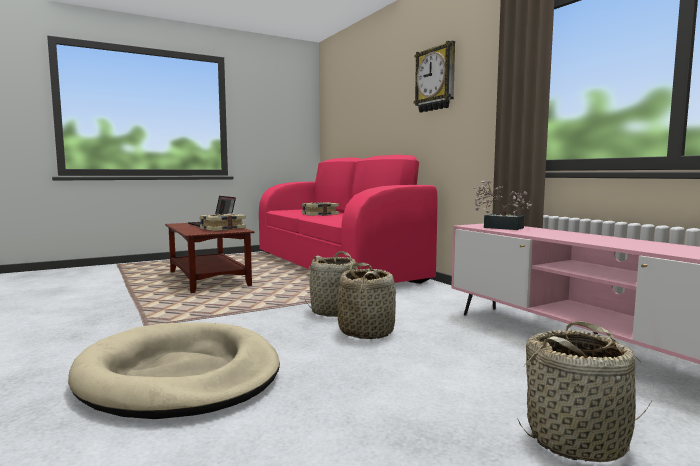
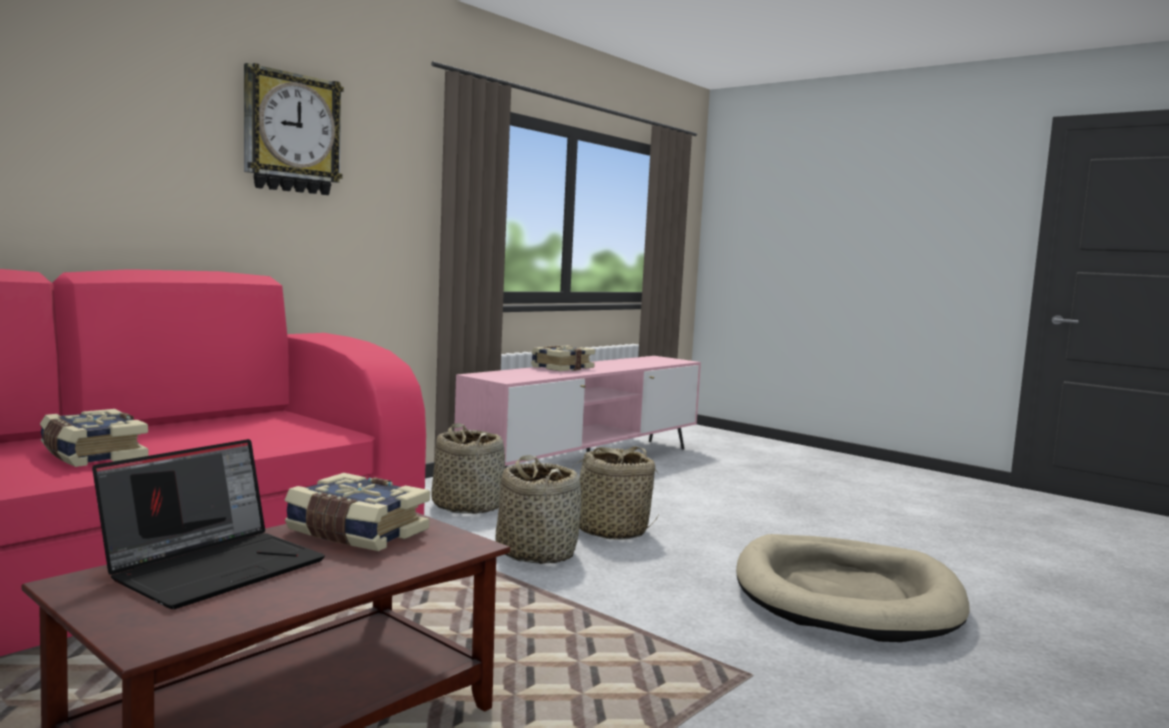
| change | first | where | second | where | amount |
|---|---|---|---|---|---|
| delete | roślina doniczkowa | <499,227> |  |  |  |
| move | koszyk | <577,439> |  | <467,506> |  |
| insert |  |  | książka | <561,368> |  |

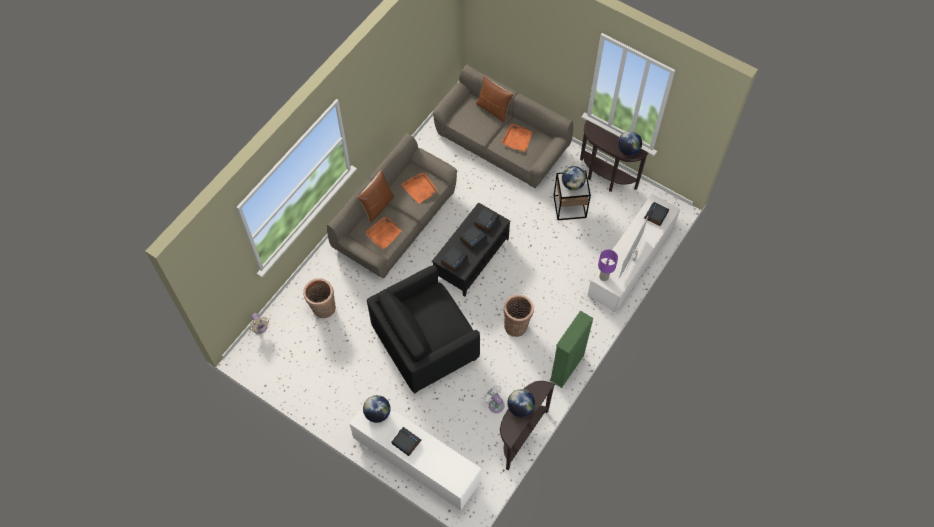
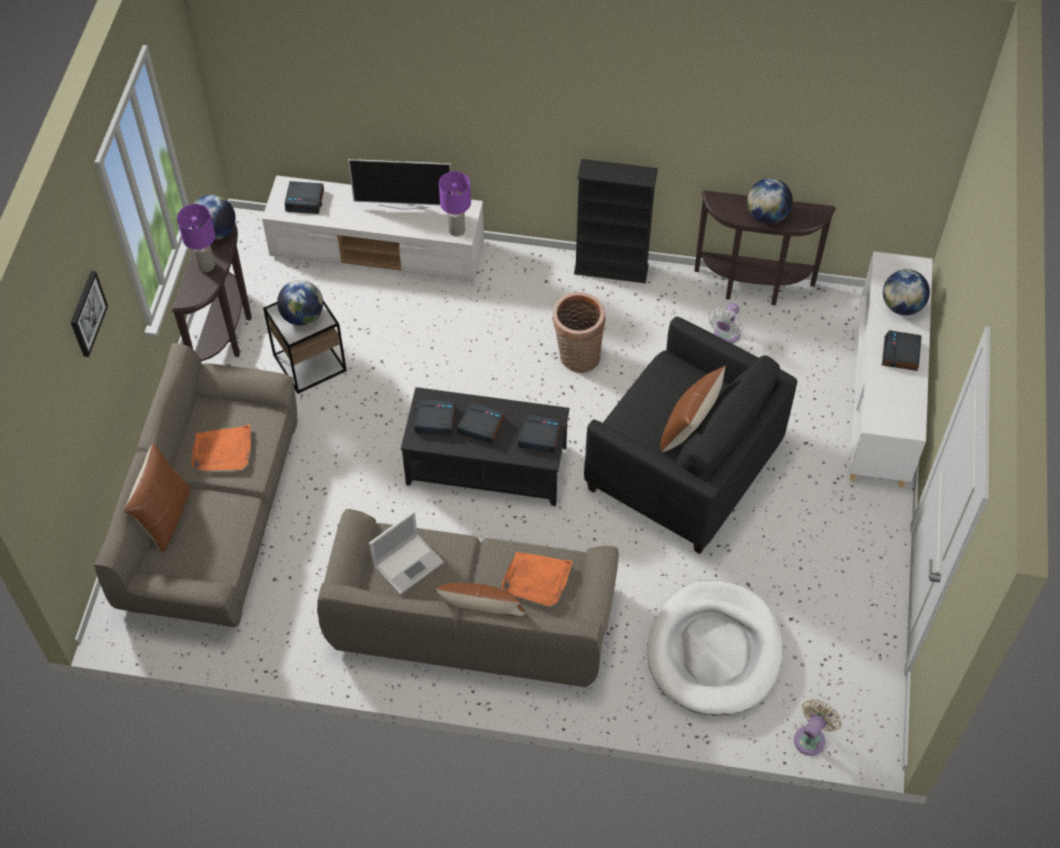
| change | first | where | second | where | amount |
|---|---|---|---|---|---|
| replace | koszyk | <323,309> | legowisko (biały) | <714,651> |  |
| move | globus | <377,413> |  | <901,306> |  |
| replace | taca (pomarańczowy) | <420,188> | laptop | <409,562> |  |
| recolor | regał (zielony) | <567,367> | regał (czarny) | <611,269> |  |
| insert |  |  | obraz | <87,313> |  |
| insert |  |  | lampa stołowa (fioletowy) | <206,265> |  |
| insert |  |  | poduszka (brązowy) | <689,428> |  |

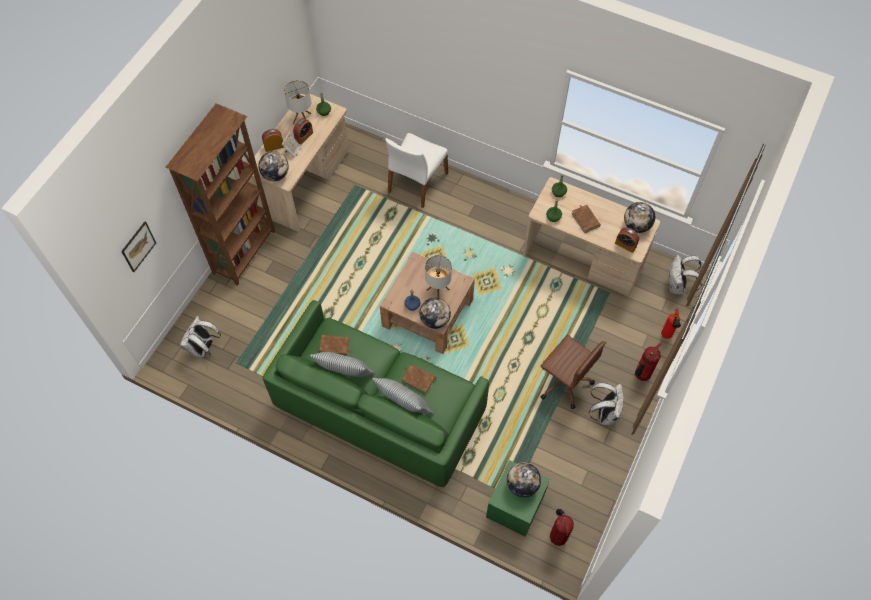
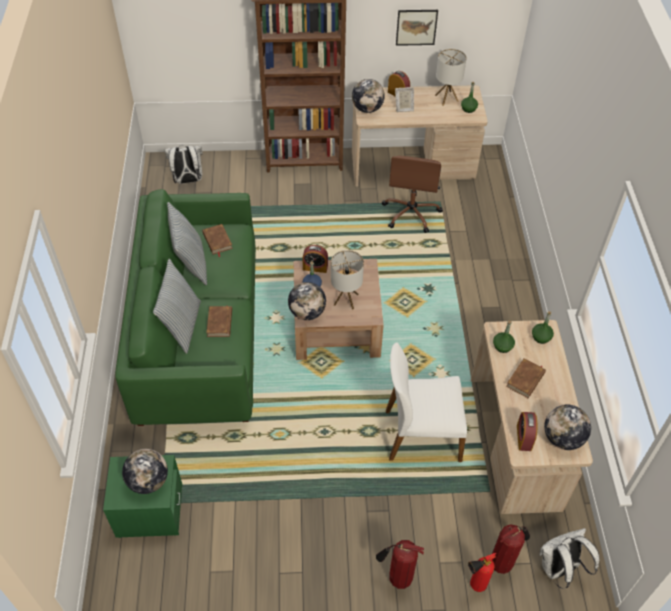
| change | first | where | second | where | amount |
|---|---|---|---|---|---|
| move | obraz | <138,246> |  | <416,27> |  |
| move | budzik | <304,136> |  | <315,267> |  |
| move | krzesło (biały) | <416,183> |  | <421,434> |  |
| move | krzesło biurowe (brązowy) | <564,382> |  | <411,213> |  |
| move | gaśnica | <557,535> |  | <502,562> |  |
| delete | plecak (biały) | <604,413> |  |  |  |

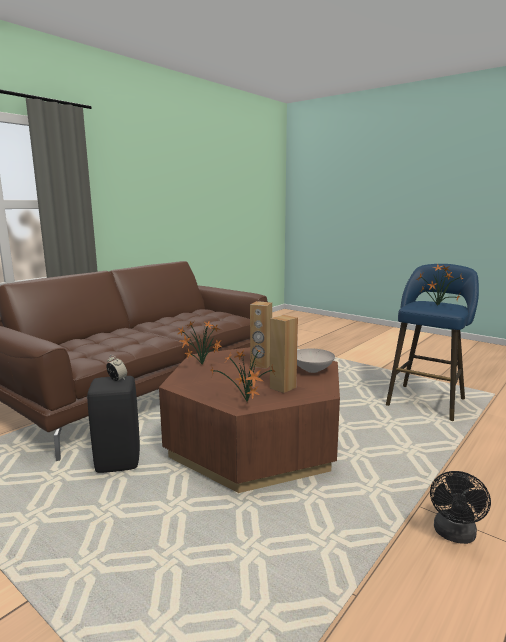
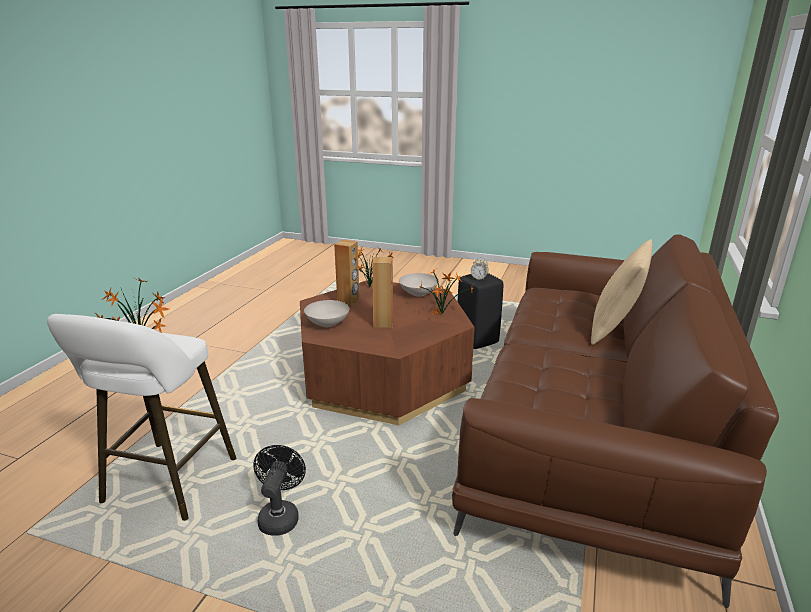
| change | first | where | second | where | amount |
|---|---|---|---|---|---|
| recolor | stołek (niebieski) | <427,400> | stołek (biały) | <166,485> |  |
| move | wentylator (czarny) | <454,535> |  | <280,515> |  |
| insert |  |  | miska (biały) | <418,294> |  |
| insert |  |  | poduszka (beżowy) | <614,329> |  |

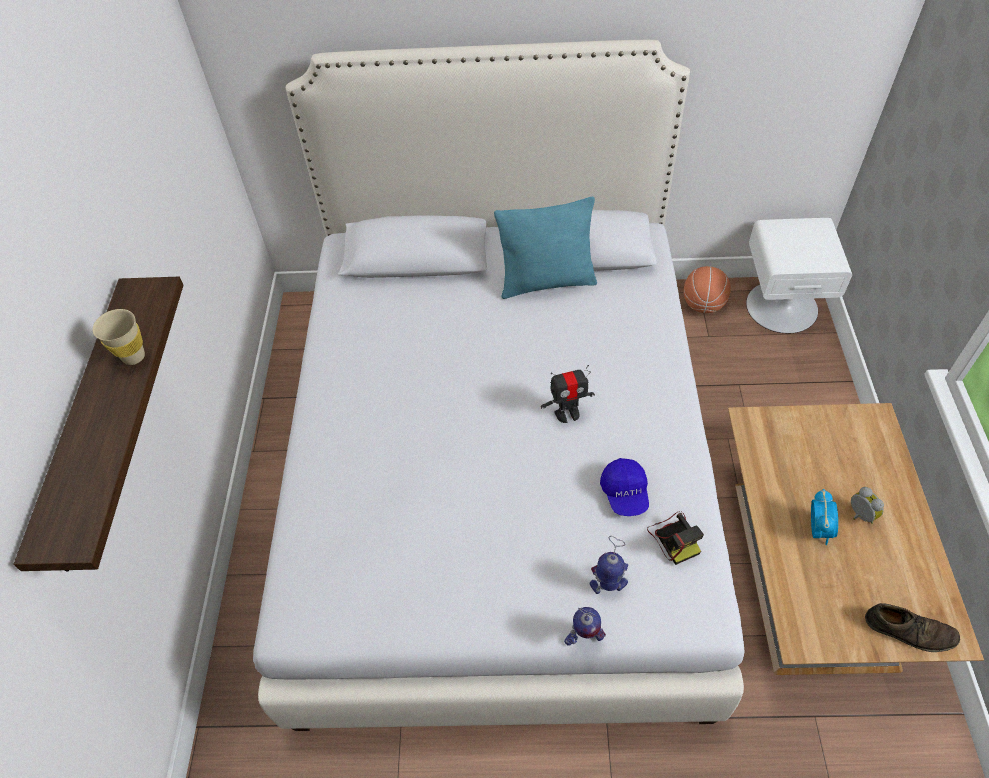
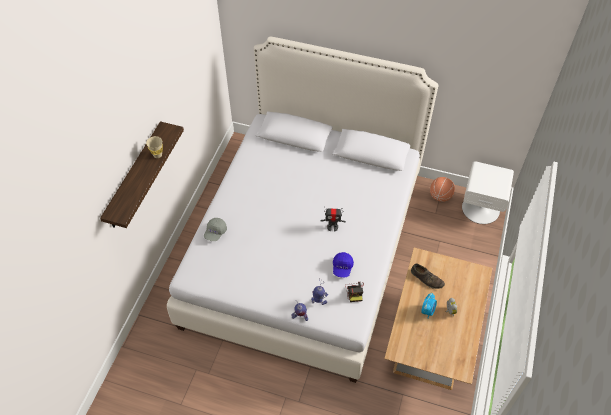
| change | first | where | second | where | amount |
|---|---|---|---|---|---|
| delete | poduszka (turkusowy) | <547,282> |  |  |  |
| move | but (brązowy) | <909,630> |  | <427,278> |  |
| insert |  |  | czapka z daszkiem (szary) | <215,232> |  |

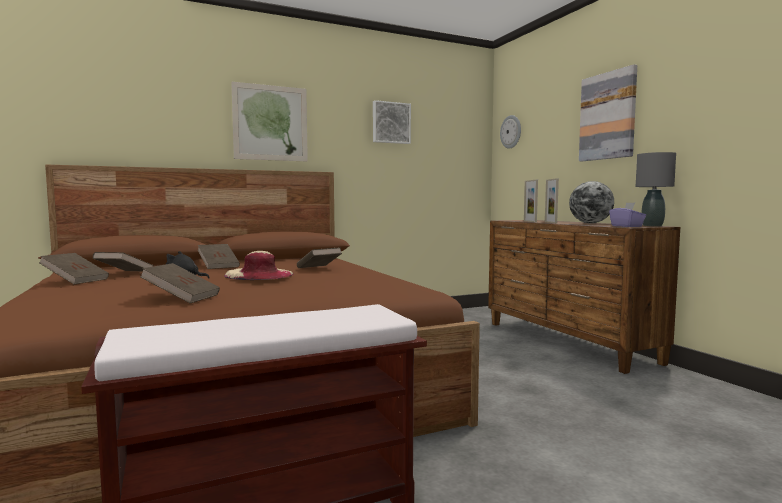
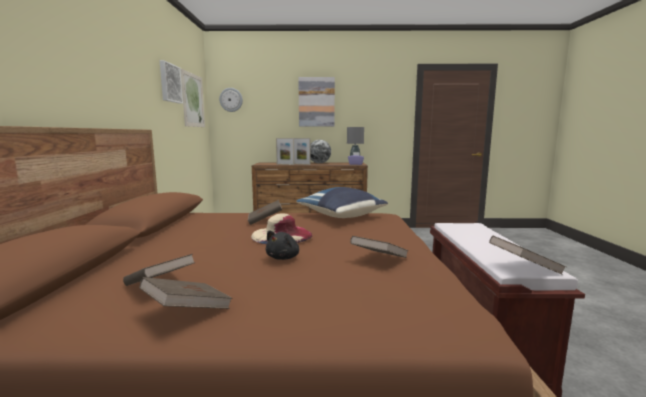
| change | first | where | second | where | amount |
|---|---|---|---|---|---|
| move | książka (brązowy) | <218,266> |  | <524,268> |  |
| move | obraz | <270,123> |  | <193,100> |  |
| insert |  |  | poduszka (niebieski) | <342,216> |  |

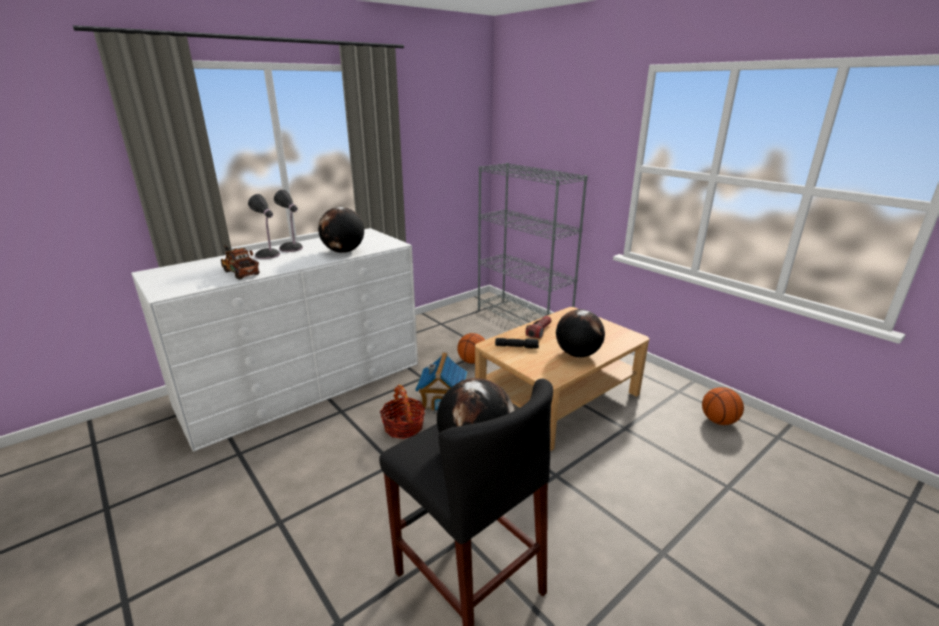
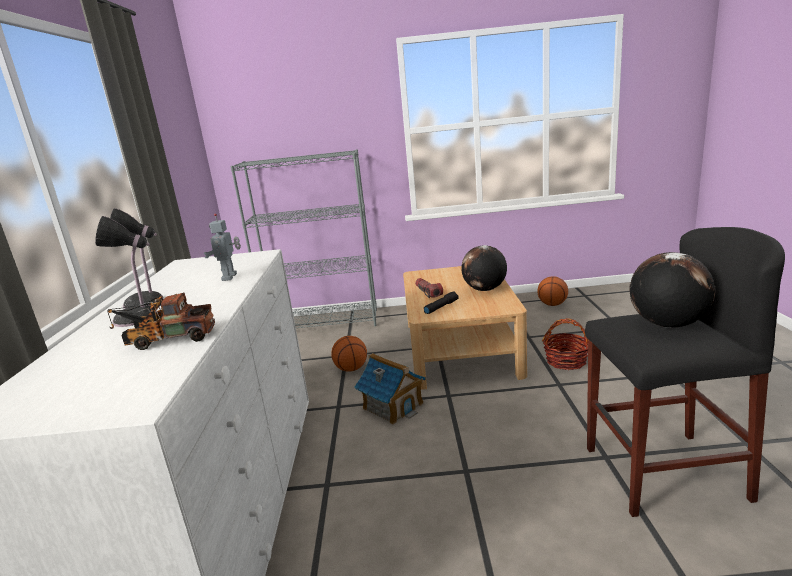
| change | first | where | second | where | amount |
|---|---|---|---|---|---|
| replace | globus | <343,252> | robot zabawkowy | <230,277> |  |
| move | koszyk | <403,427> |  | <566,361> |  |

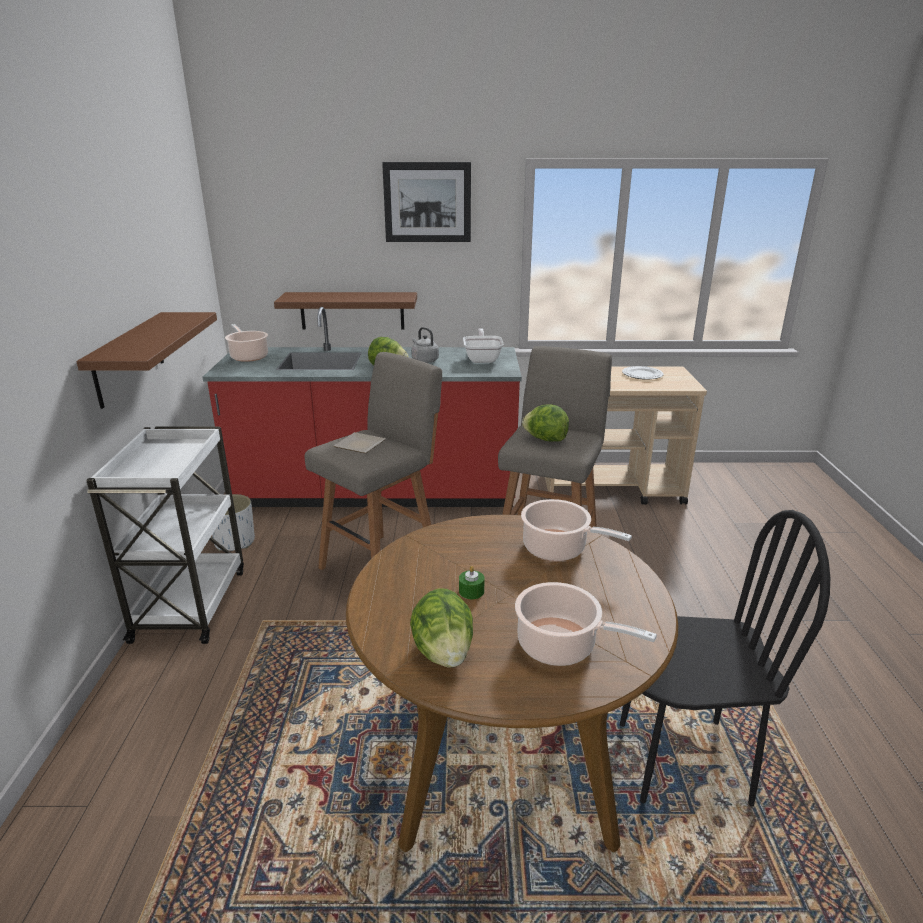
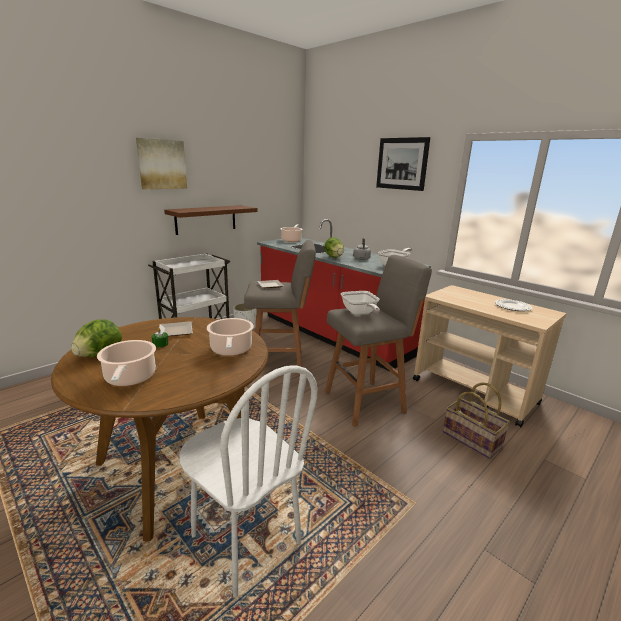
| change | first | where | second | where | amount |
|---|---|---|---|---|---|
| delete | półka (brązowy) | <352,310> |  |  |  |
| replace | sałata | <545,439> | patelnia | <360,313> |  |
| recolor | krzesło (czarny) | <682,761> | krzesło (biały) | <245,540> |  |
| insert |  |  | obraz | <162,164> |  |
| insert |  |  | talerz | <174,331> |  |
| insert |  |  | koszyk | <472,439> |  |

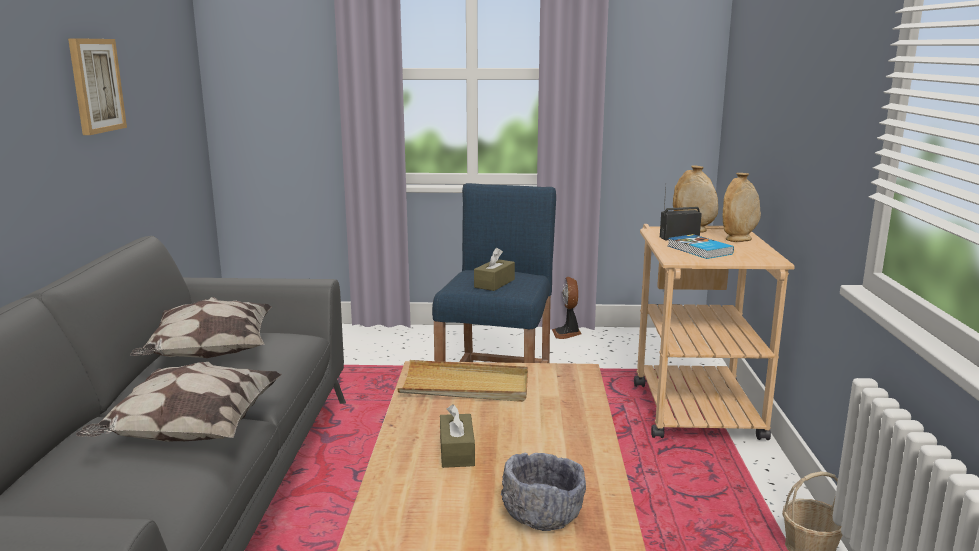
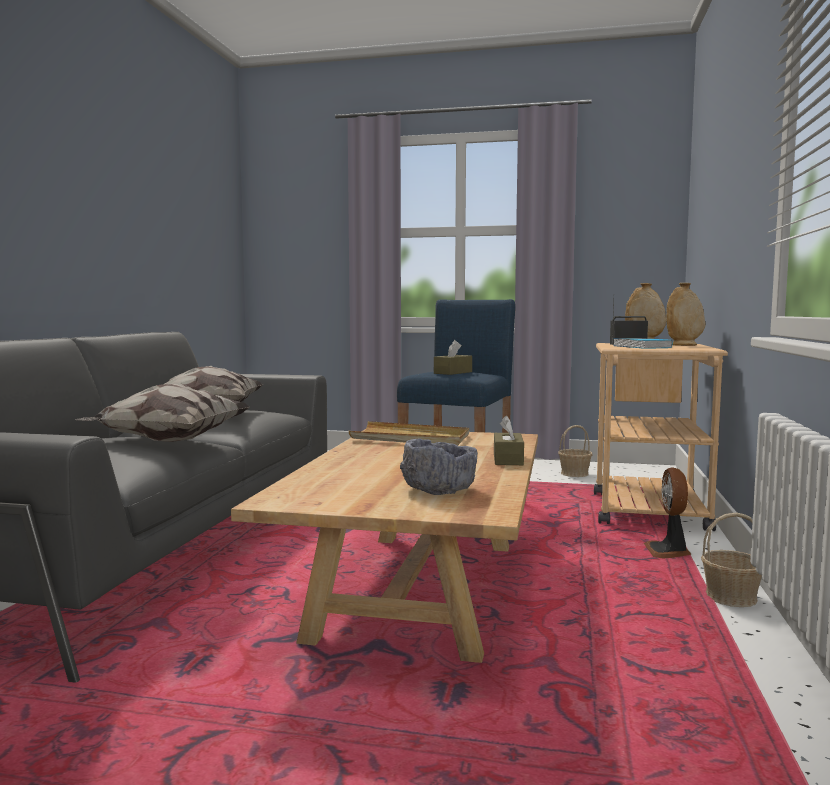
| change | first | where | second | where | amount |
|---|---|---|---|---|---|
| delete | obraz | <96,85> |  |  |  |
| move | pudełko chusteczek (brązowy) | <457,451> |  | <508,459> |  |
| move | wentylator | <567,333> |  | <668,552> |  |
| insert |  |  | koszyk | <575,473> |  |

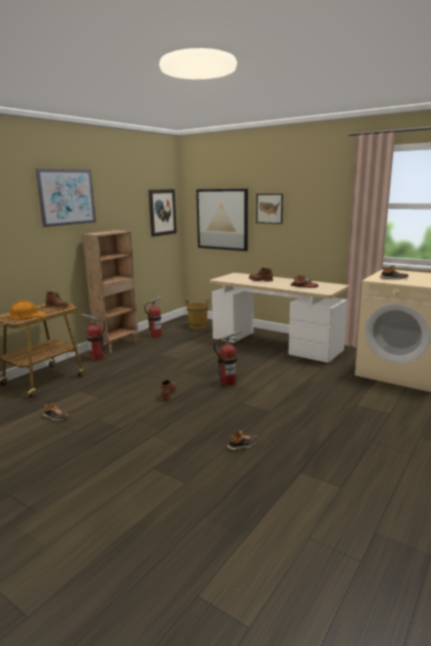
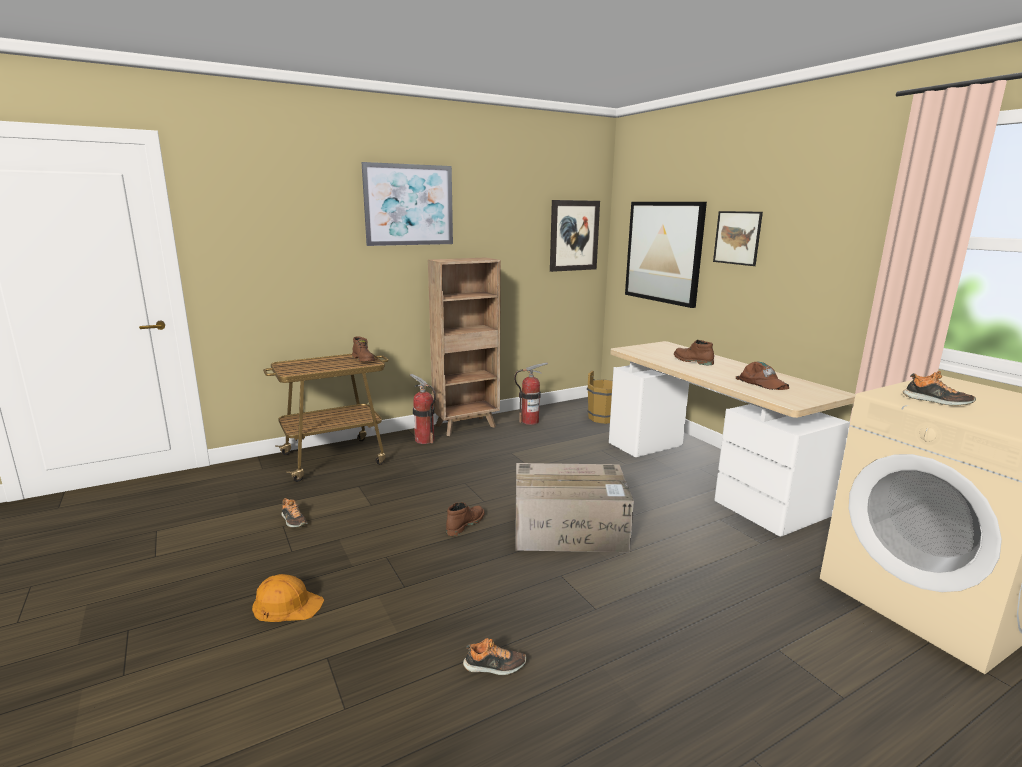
| change | first | where | second | where | amount |
|---|---|---|---|---|---|
| move | kask (pomarańczowy) | <26,315> |  | <287,604> |  |
| replace | gaśnica | <228,382> | karton | <570,529> |  |

